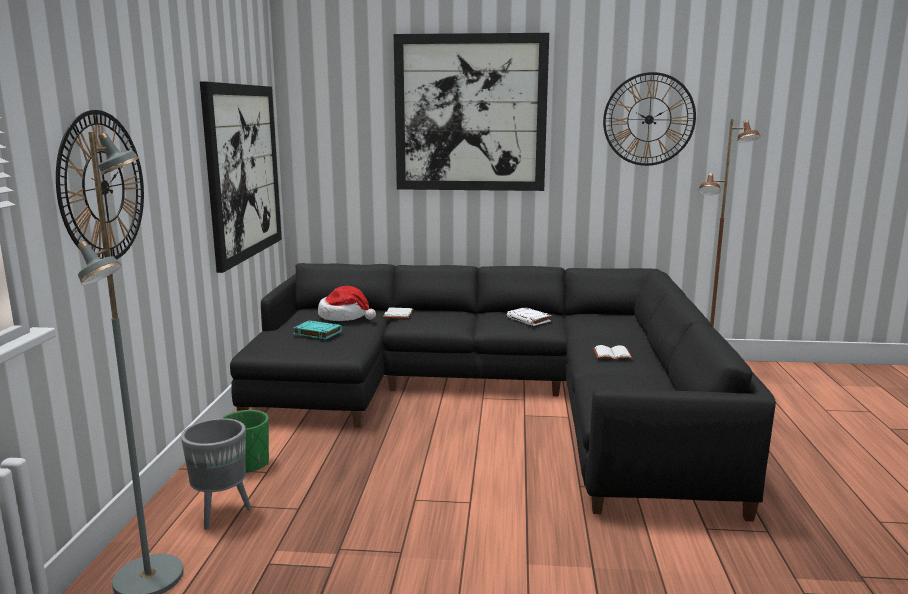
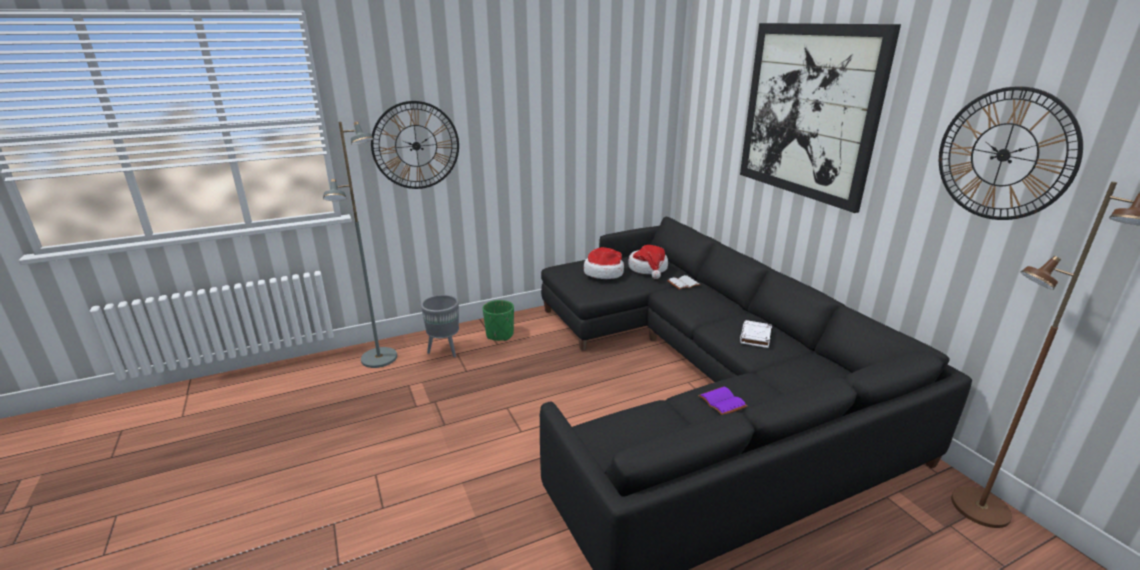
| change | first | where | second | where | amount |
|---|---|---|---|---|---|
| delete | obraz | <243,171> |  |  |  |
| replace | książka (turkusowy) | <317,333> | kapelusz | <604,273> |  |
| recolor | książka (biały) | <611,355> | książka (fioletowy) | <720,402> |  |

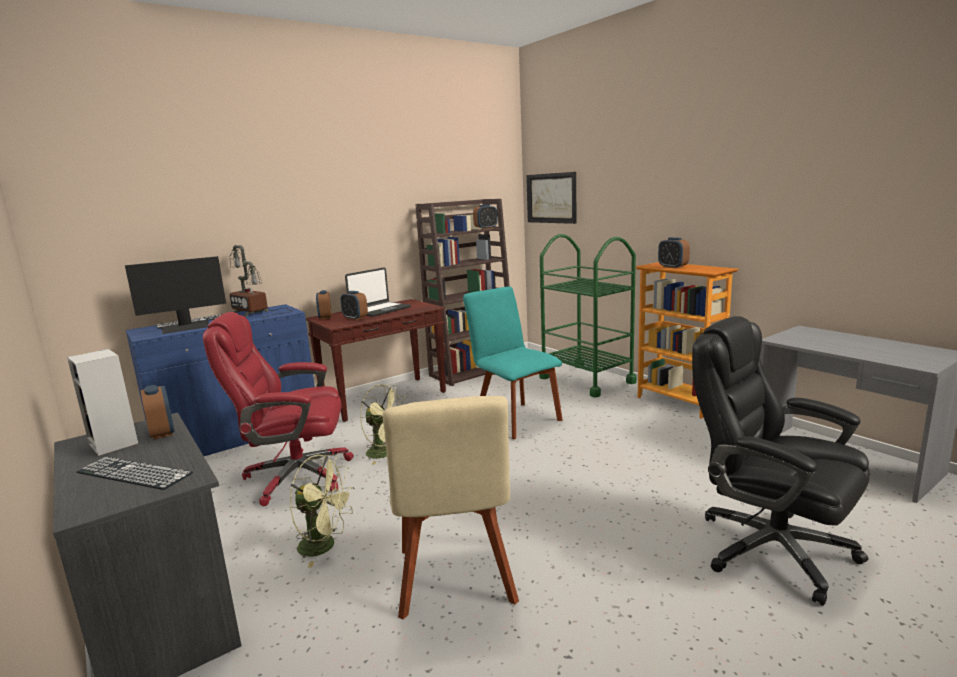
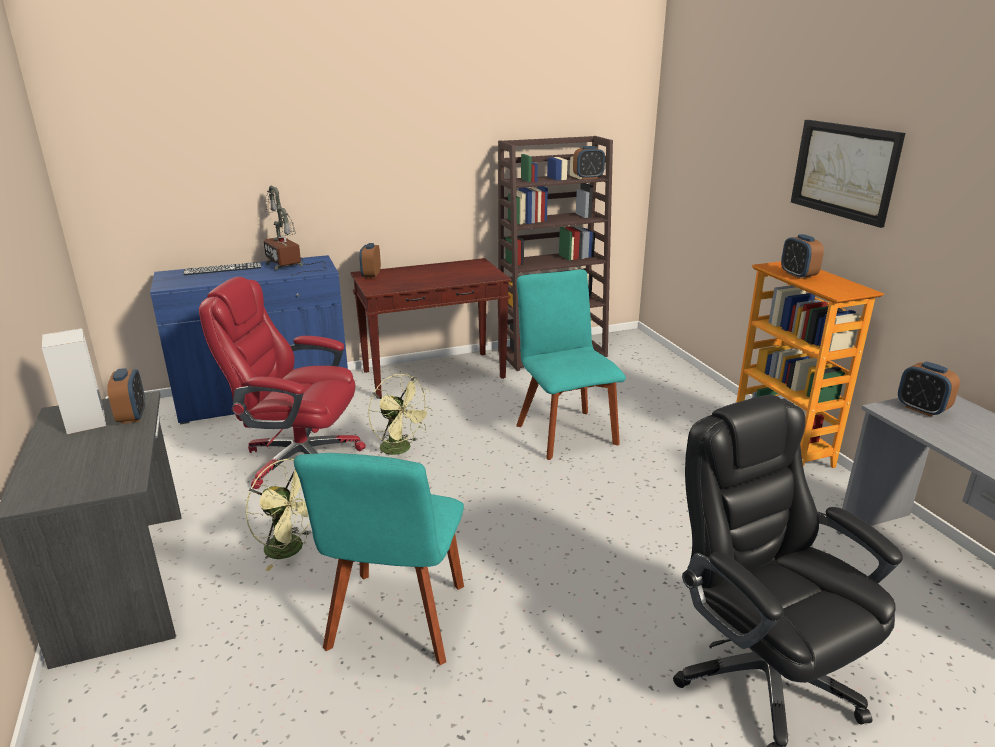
| change | first | where | second | where | amount |
|---|---|---|---|---|---|
| delete | klawiatura | <133,473> |  |  |  |
| delete | monitor | <186,327> |  |  |  |
| move | budzik | <355,318> |  | <921,409> |  |
| delete | laptop | <380,310> |  |  |  |
| recolor | krzesło (beżowy) | <455,581> | krzesło (turkusowy) | <396,622> |  |
| move | obraz | <551,198> |  | <844,170> |  |
| delete | wózek (zielony) | <586,380> |  |  |  |

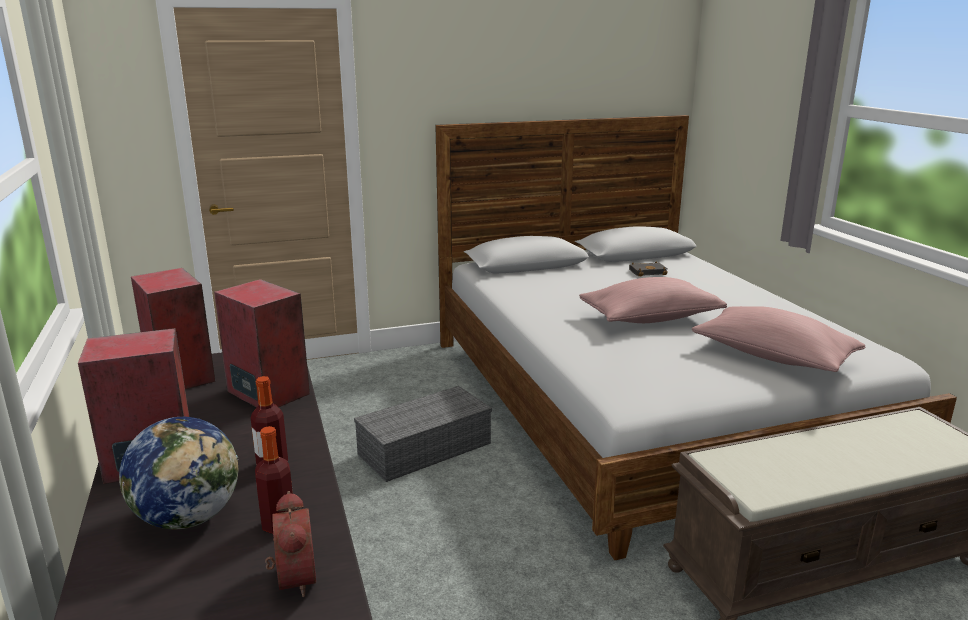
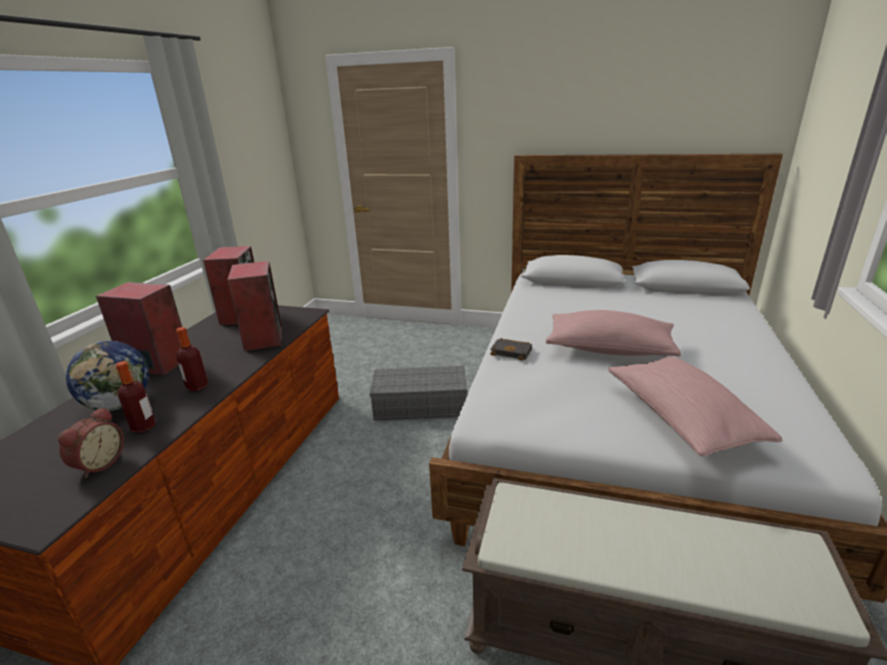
| change | first | where | second | where | amount |
|---|---|---|---|---|---|
| move | książka (czarny) | <648,272> |  | <512,352> |  |

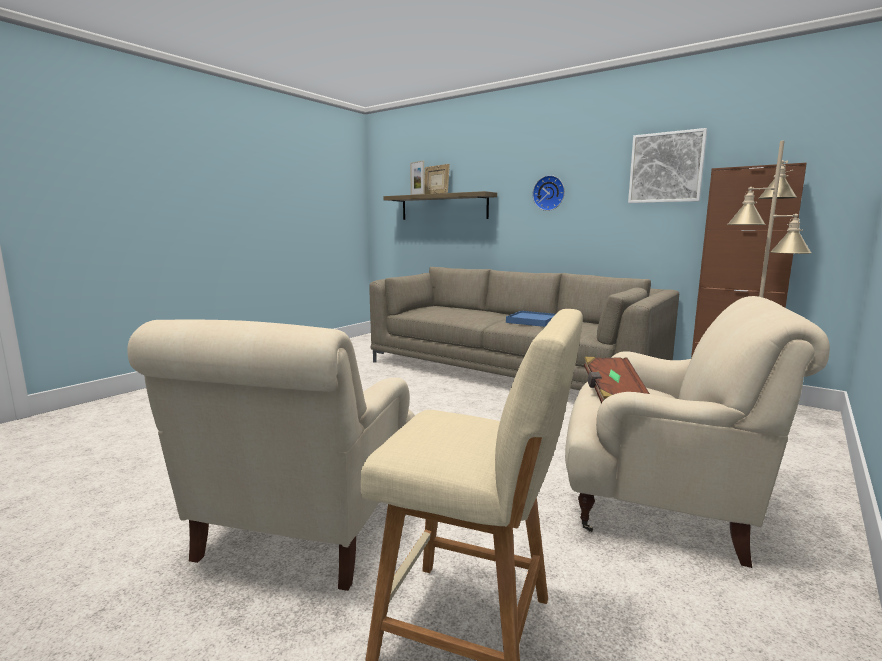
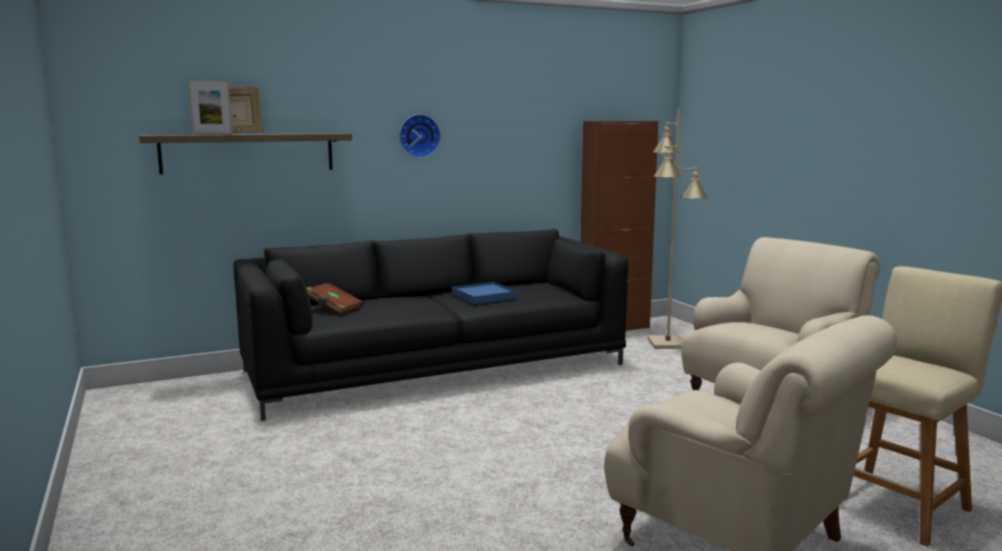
| change | first | where | second | where | amount |
|---|---|---|---|---|---|
| recolor | kanapa (beżowy) | <509,372> | kanapa (czarny) | <436,368> |  |
| move | książka (brązowy) | <612,394> |  | <333,309> |  |
| delete | obraz | <666,167> |  |  |  |

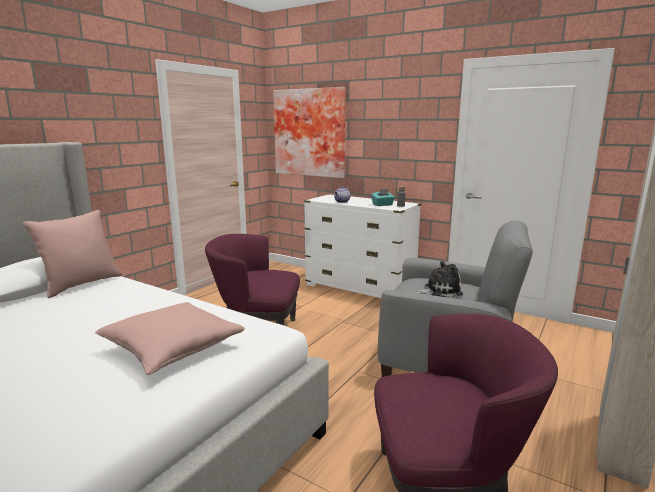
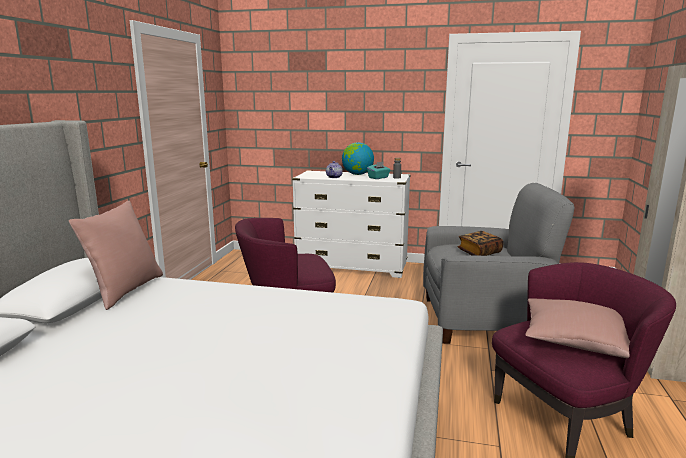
| change | first | where | second | where | amount |
|---|---|---|---|---|---|
| move | poduszka (różowy) | <172,349> |  | <574,340> |  |
| delete | obraz | <310,133> |  |  |  |
| replace | pluszak | <440,290> | książka | <479,252> |  |
| insert |  |  | globus | <357,174> |  |

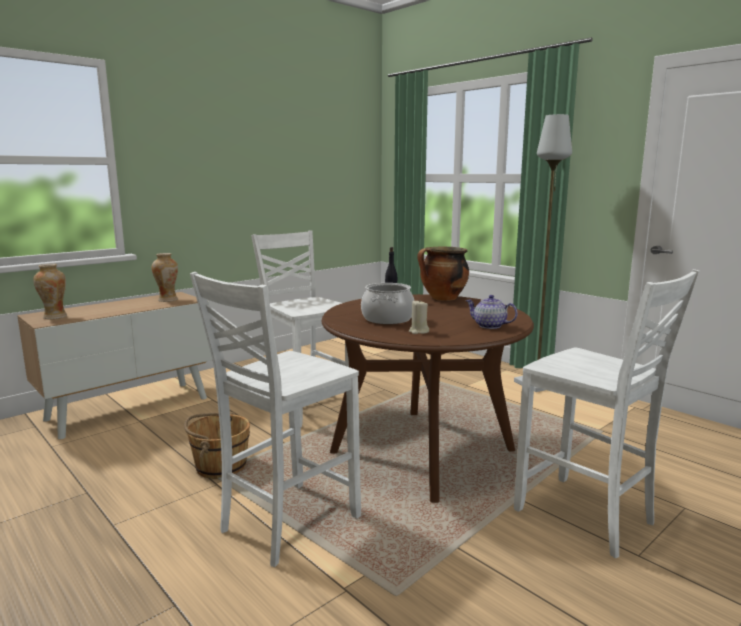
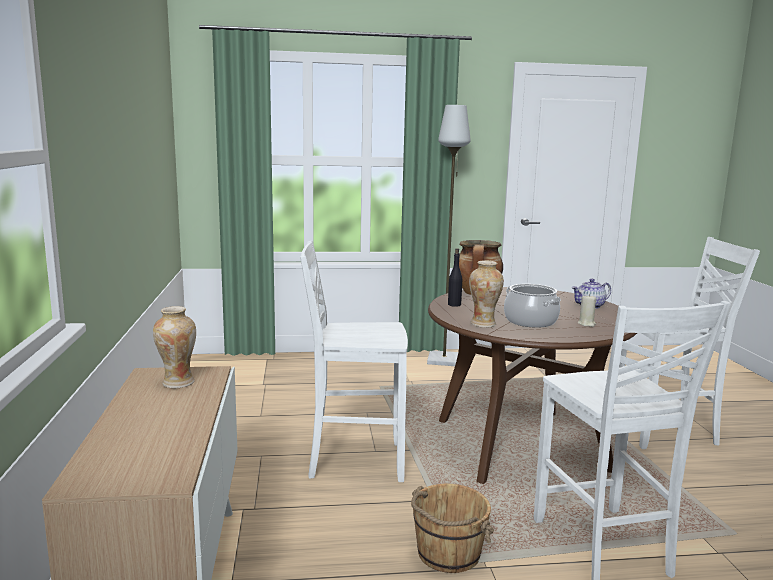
| change | first | where | second | where | amount |
|---|---|---|---|---|---|
| move | wazon | <55,317> |  | <483,324> |  |

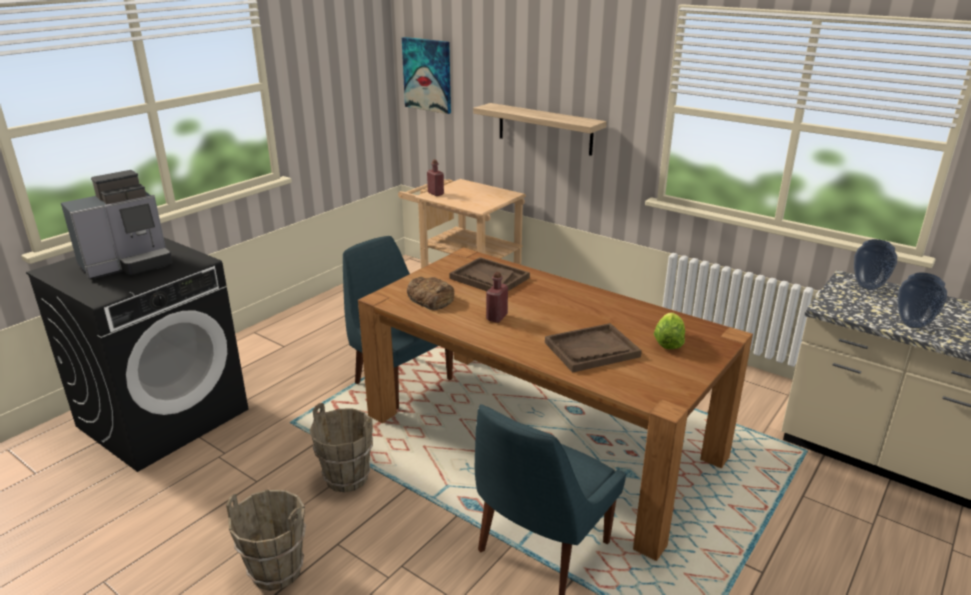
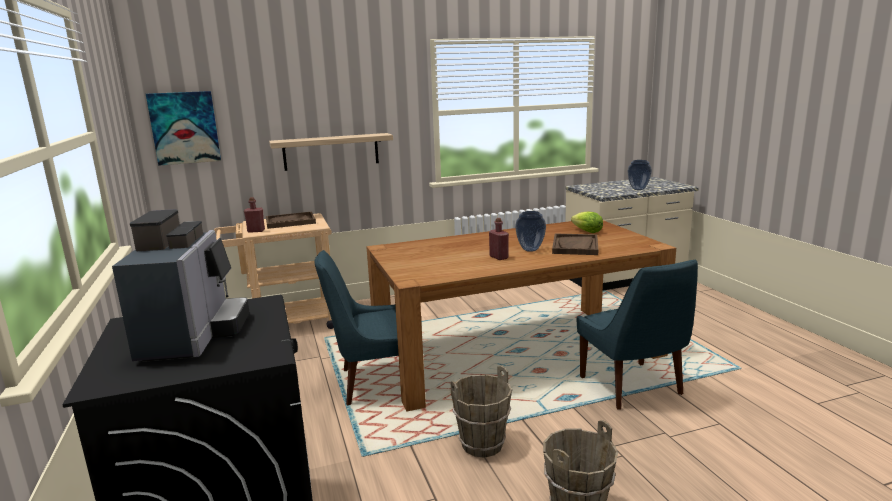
| change | first | where | second | where | amount |
|---|---|---|---|---|---|
| delete | chleb | <431,298> |  |  |  |
| move | taca (brązowy) | <489,278> |  | <290,222> |  |
| move | wazon | <868,287> |  | <531,250> |  |

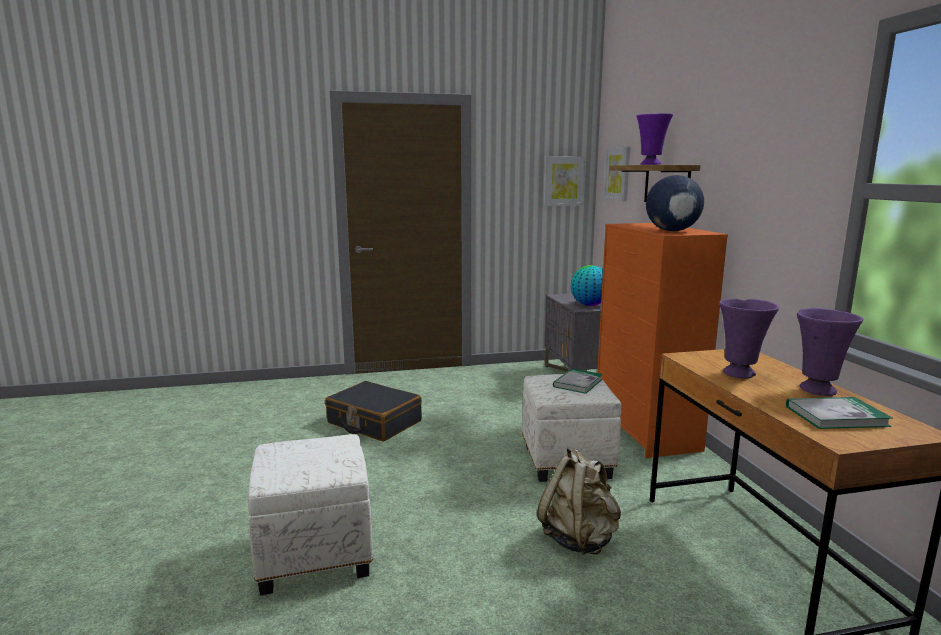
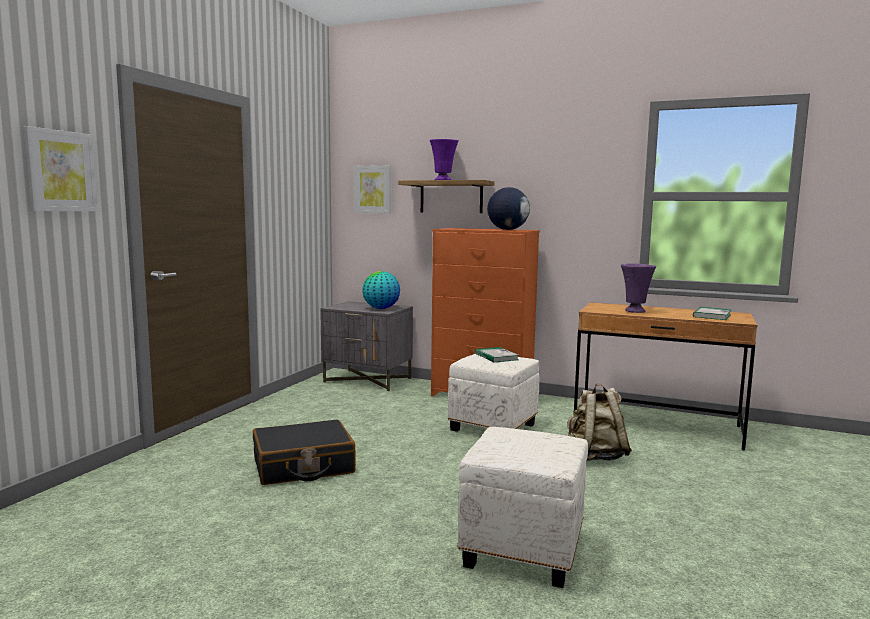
| change | first | where | second | where | amount |
|---|---|---|---|---|---|
| move | obraz | <563,181> |  | <60,171> |  |
| delete | wazon (fioletowy) | <817,389> |  |  |  |

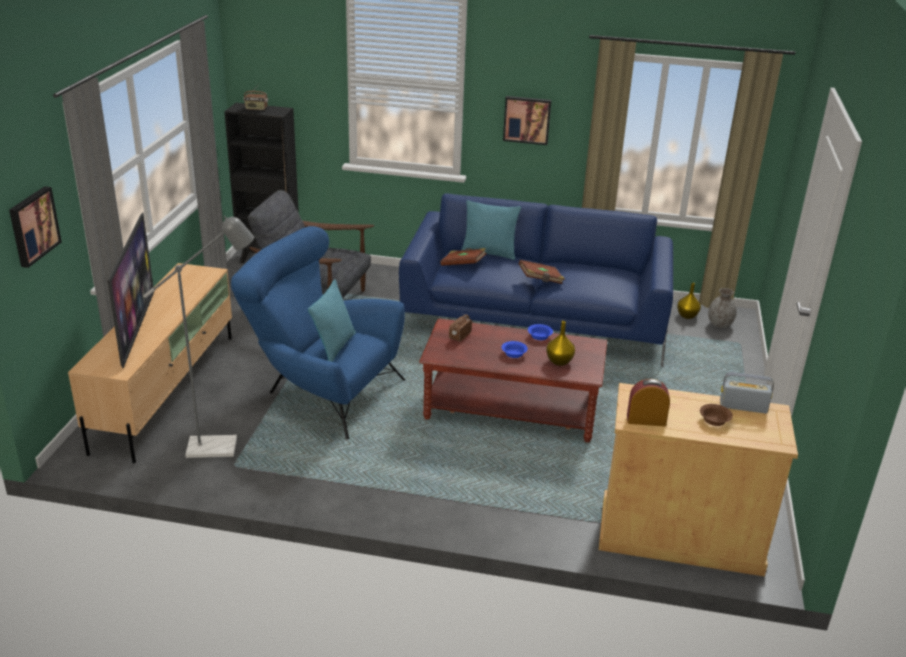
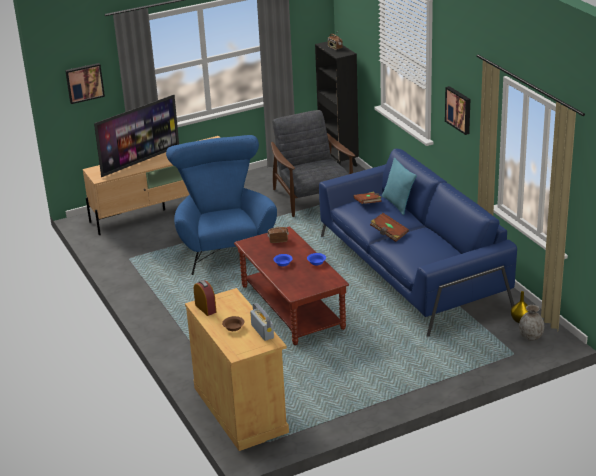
| change | first | where | second | where | amount |
|---|---|---|---|---|---|
| delete | lampa stojąca (szary) | <222,447> |  |  |  |
| delete | poduszka (turkusowy) | <334,347> |  |  |  |
| delete | wazon (żółty) | <560,361> |  |  |  |

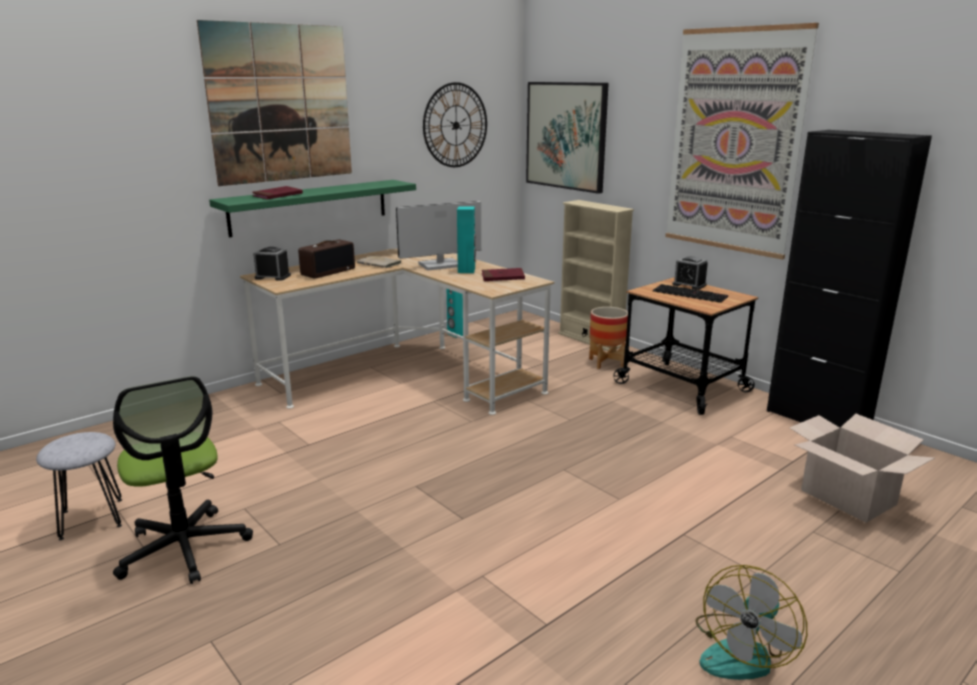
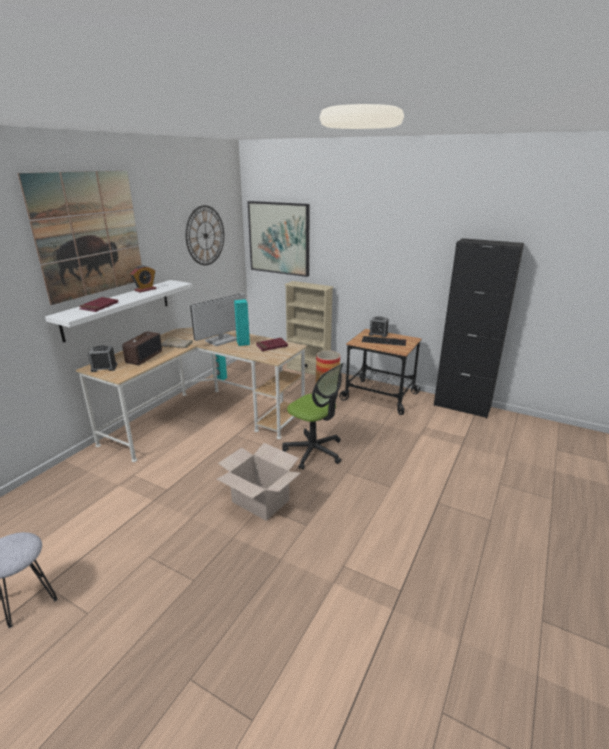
| change | first | where | second | where | amount |
|---|---|---|---|---|---|
| move | krzesło biurowe | <184,548> |  | <314,451> |  |
| recolor | półka (zielony) | <310,207> | półka (biały) | <118,309> |  |
| delete | obraz | <734,142> |  |  |  |
| delete | wentylator | <742,652> |  |  |  |
| move | karton | <848,497> |  | <261,501> |  |
| insert |  |  | budzik | <145,289> |  |

